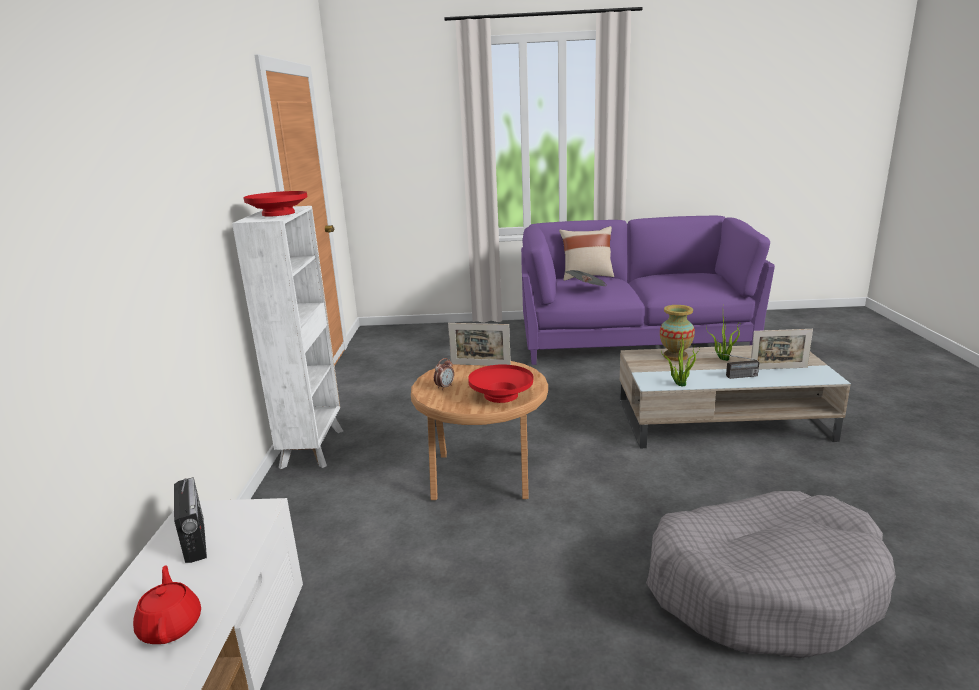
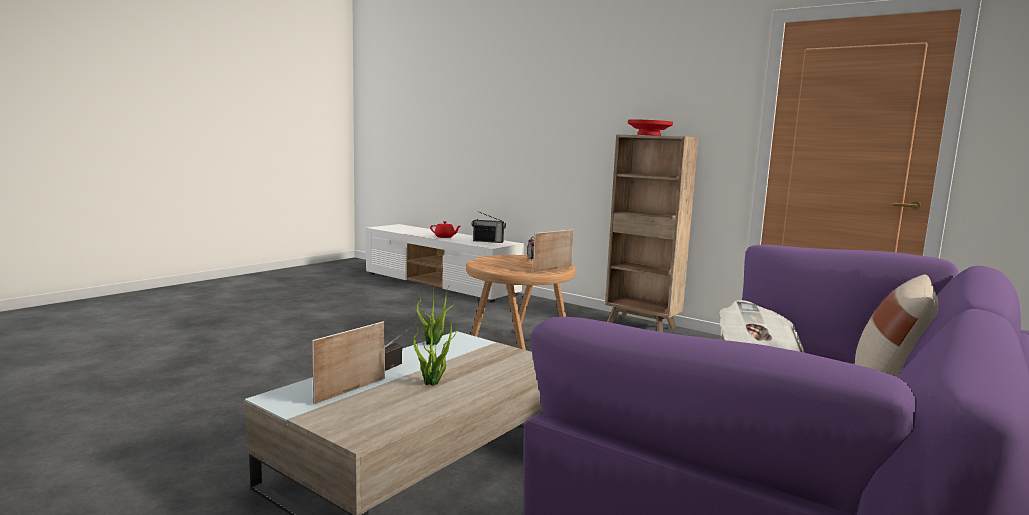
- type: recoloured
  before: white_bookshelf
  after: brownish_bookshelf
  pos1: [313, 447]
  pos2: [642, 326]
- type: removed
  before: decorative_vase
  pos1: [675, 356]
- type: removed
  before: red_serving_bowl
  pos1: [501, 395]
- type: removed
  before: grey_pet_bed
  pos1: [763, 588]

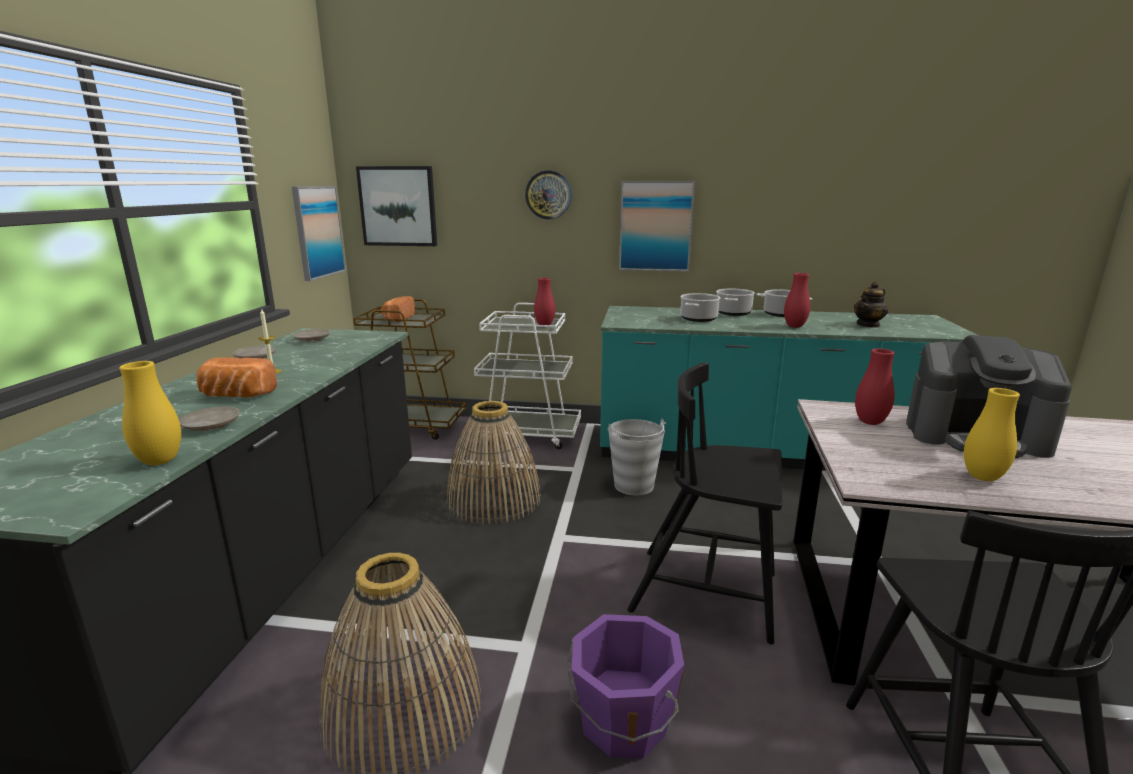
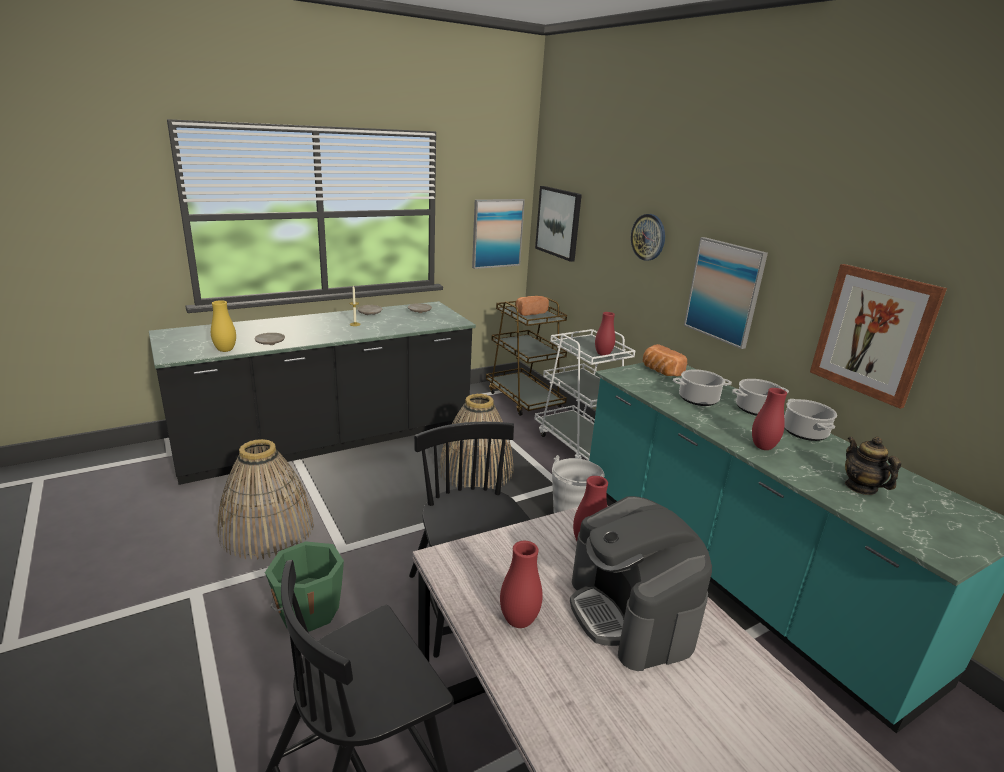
- type: turned
  before: pot_for_tea
  pos1: [868, 325]
  pos2: [861, 487]
  turn: 60
- type: moved
  before: bakery_bread
  pos1: [236, 396]
  pos2: [660, 371]
- type: recoloured
  before: yellow_decorative_vase
  after: red_decorative_vase
  pos1: [982, 477]
  pos2: [519, 621]
- type: recoloured
  before: purple-coloured_pail
  after: green_pail
  pos1: [622, 723]
  pos2: [308, 610]
- type: added
  after: wall_picture
  pos2: [873, 334]

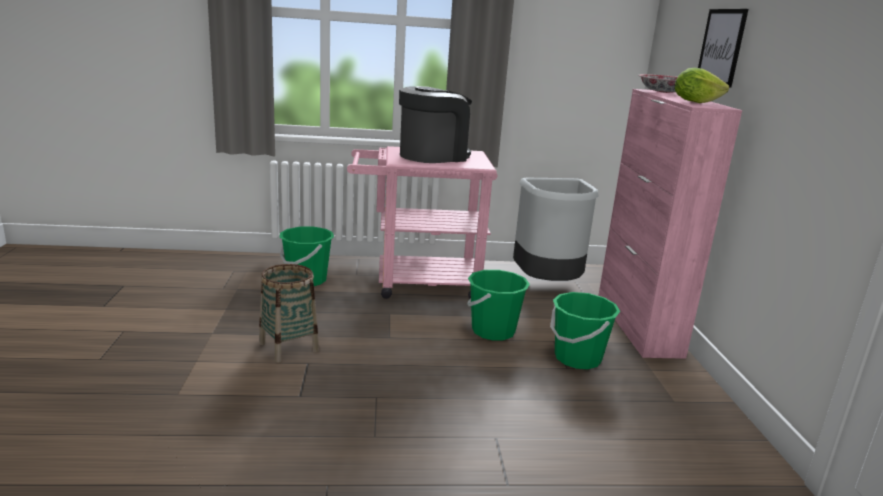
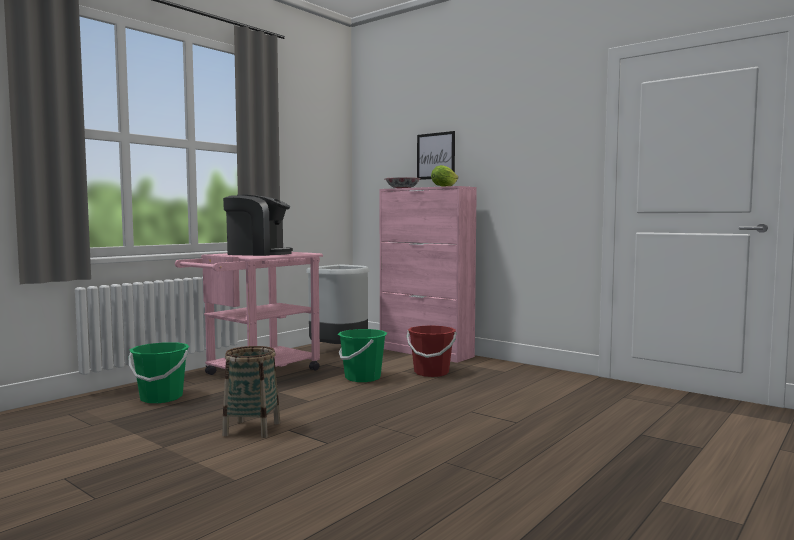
- type: turned
  before: coffee_maker
  pos1: [433, 156]
  pos2: [258, 253]
  turn: 90
- type: recoloured
  before: green_pail
  after: red_pail
  pos1: [577, 358]
  pos2: [431, 372]

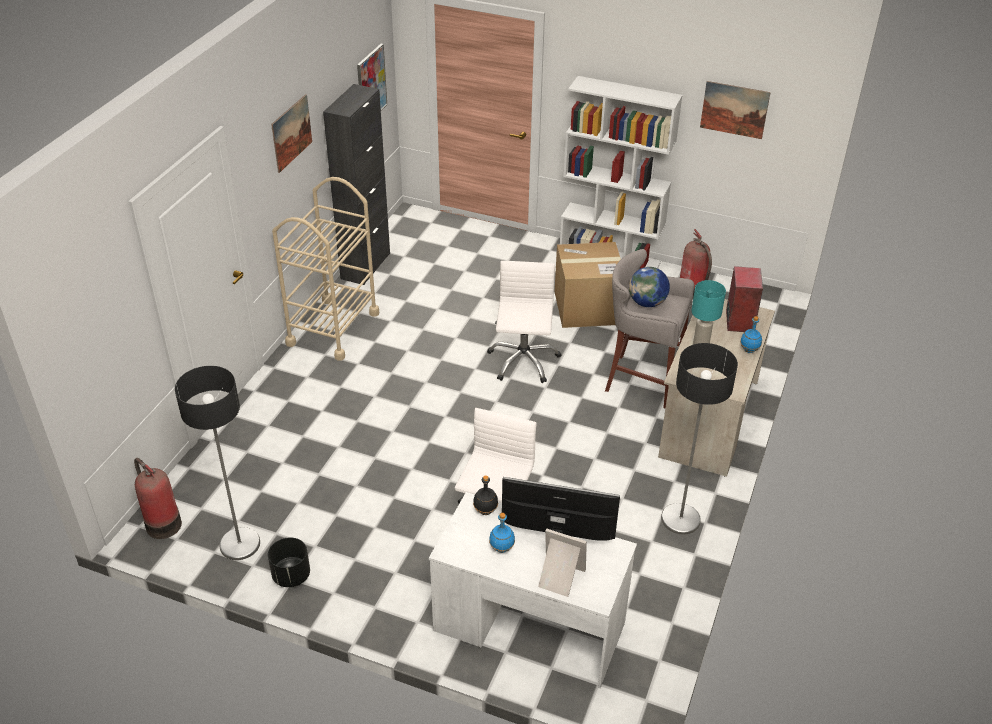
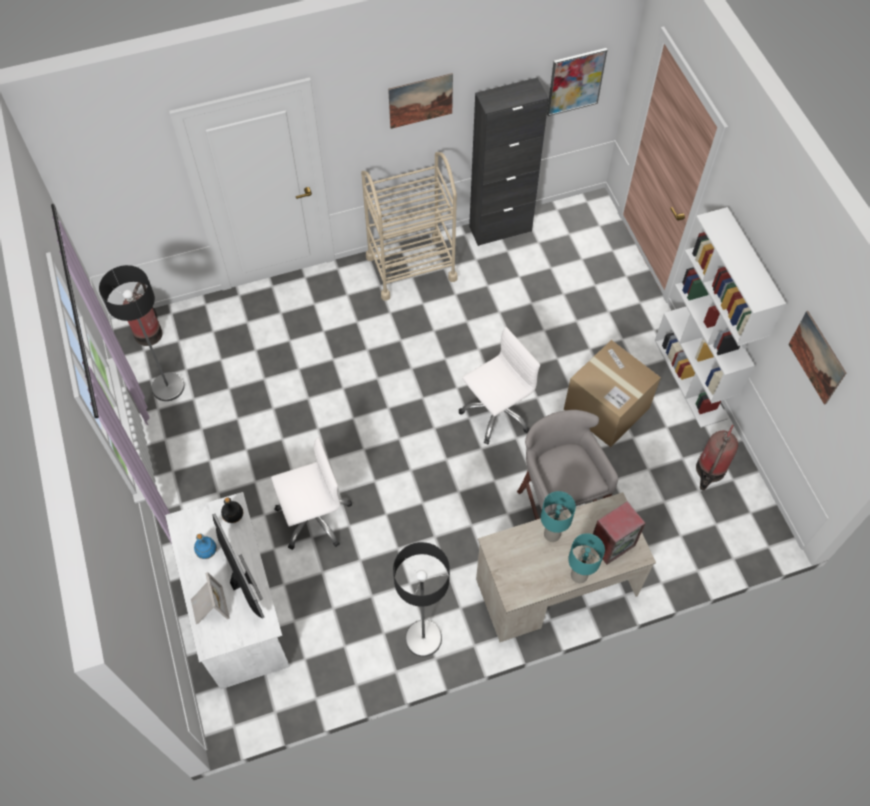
- type: removed
  before: world_globe
  pos1: [647, 303]
- type: replaced
  before: blue-coloured_beverage_bottle
  after: turquoise_lamp_for_a_table
  pos1: [749, 350]
  pos2: [578, 575]
- type: removed
  before: black_plant_pot
  pos1: [291, 575]

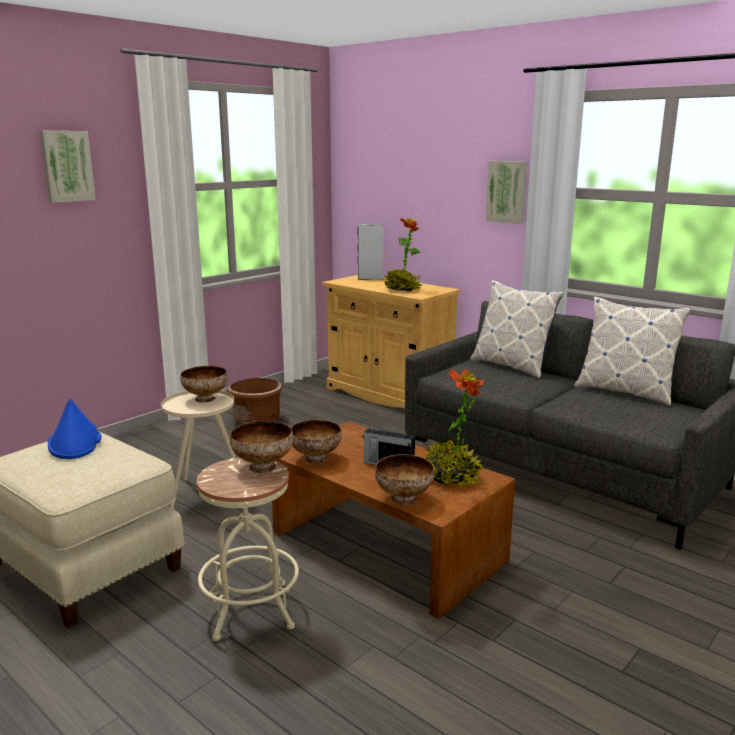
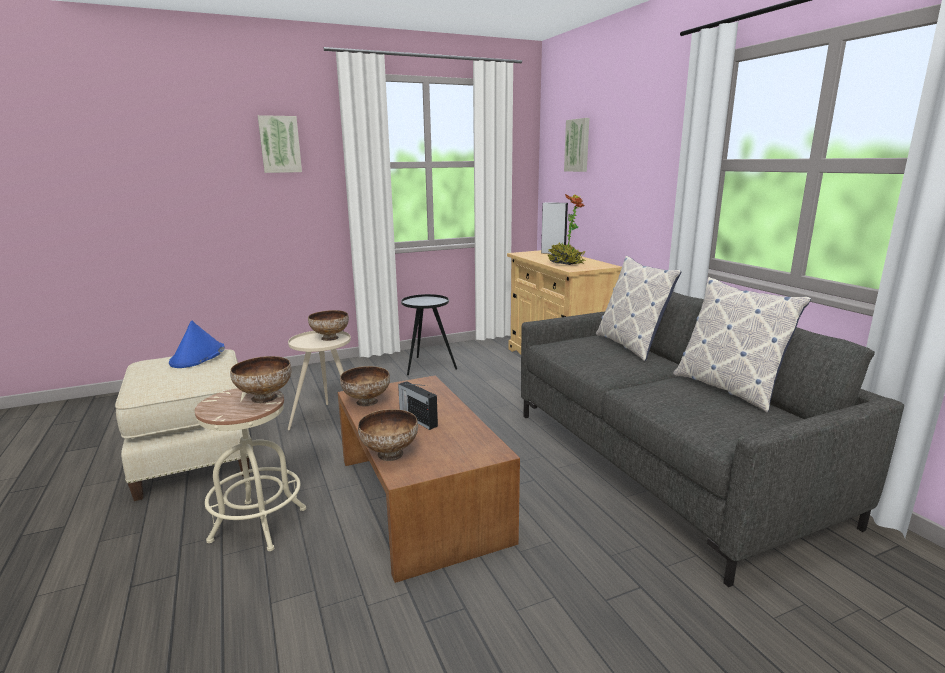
- type: moved
  before: wall_picture
  pos1: [507, 191]
  pos2: [578, 145]
- type: removed
  before: plant_in_a_pot
  pos1: [451, 477]
- type: replaced
  before: brownish_plant_pot
  after: black_end_table
  pos1: [256, 419]
  pos2: [427, 366]

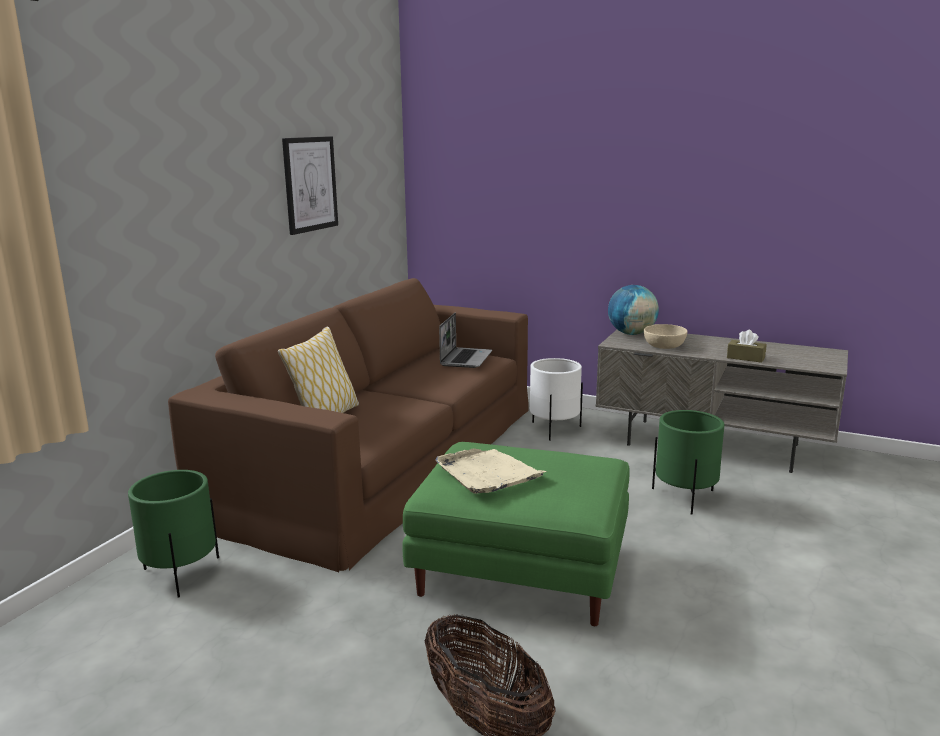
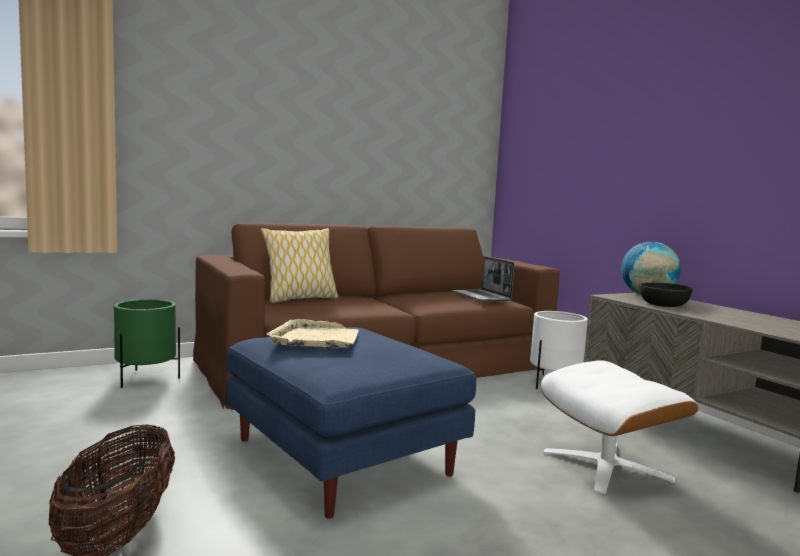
- type: removed
  before: wall_picture
  pos1: [310, 184]
- type: turned
  before: laptop
  pos1: [465, 359]
  pos2: [482, 297]
  turn: 105
- type: recoloured
  before: sand-coloured_serving_bowl
  after: black_serving_bowl
  pos1: [664, 346]
  pos2: [663, 305]
- type: removed
  before: brownish_tissue_box
  pos1: [745, 358]
- type: replaced
  before: green_plant_pot
  after: white_footrest
  pos1: [685, 497]
  pos2: [607, 466]
- type: recoloured
  before: green_footrest
  after: blue-coloured_footrest
  pos1: [523, 571]
  pos2: [345, 457]

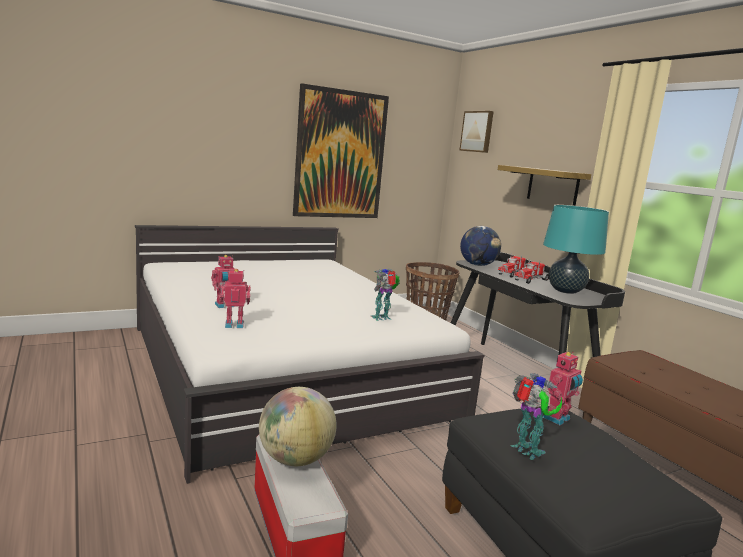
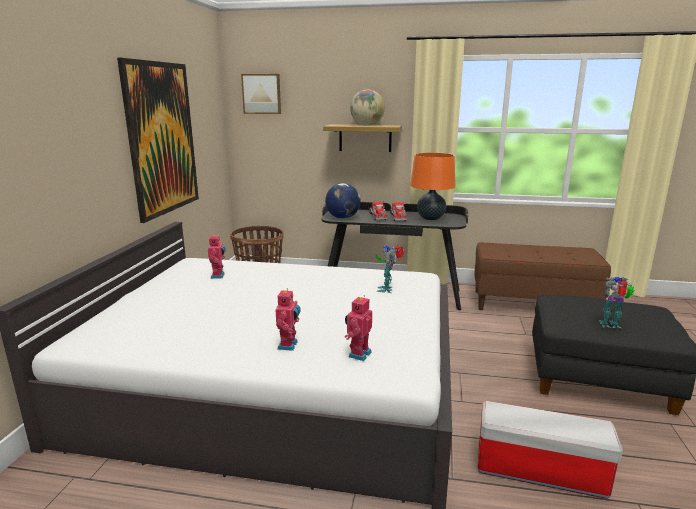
- type: recoloured
  before: turquoise_lamp_for_a_table
  after: orange_lamp_for_a_table
  pos1: [565, 291]
  pos2: [430, 218]
- type: moved
  before: toy_robot
  pos1: [558, 419]
  pos2: [218, 276]
- type: moved
  before: world_globe
  pos1: [295, 459]
  pos2: [366, 125]

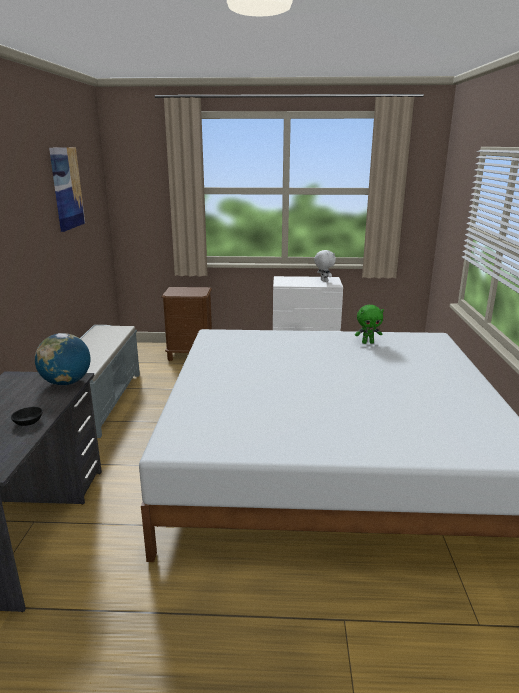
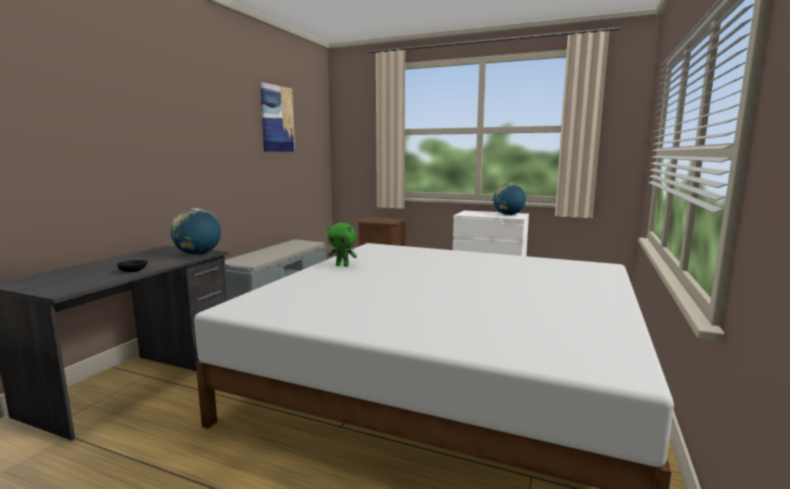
- type: replaced
  before: white_cuddly_toy
  after: world_globe
  pos1: [323, 281]
  pos2: [508, 215]
- type: moved
  before: green_cuddly_toy
  pos1: [368, 342]
  pos2: [342, 265]

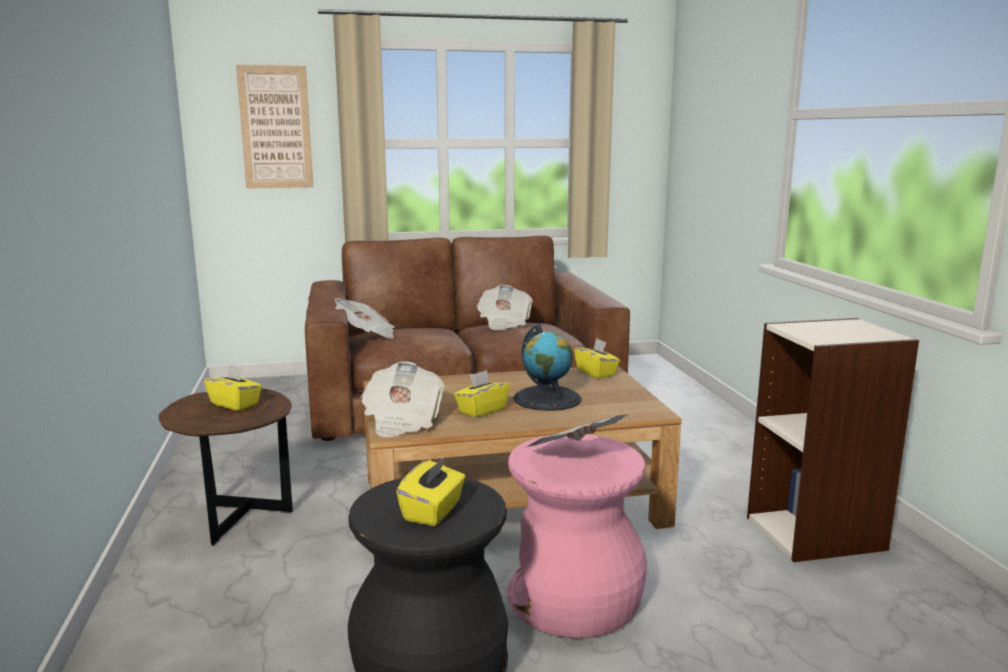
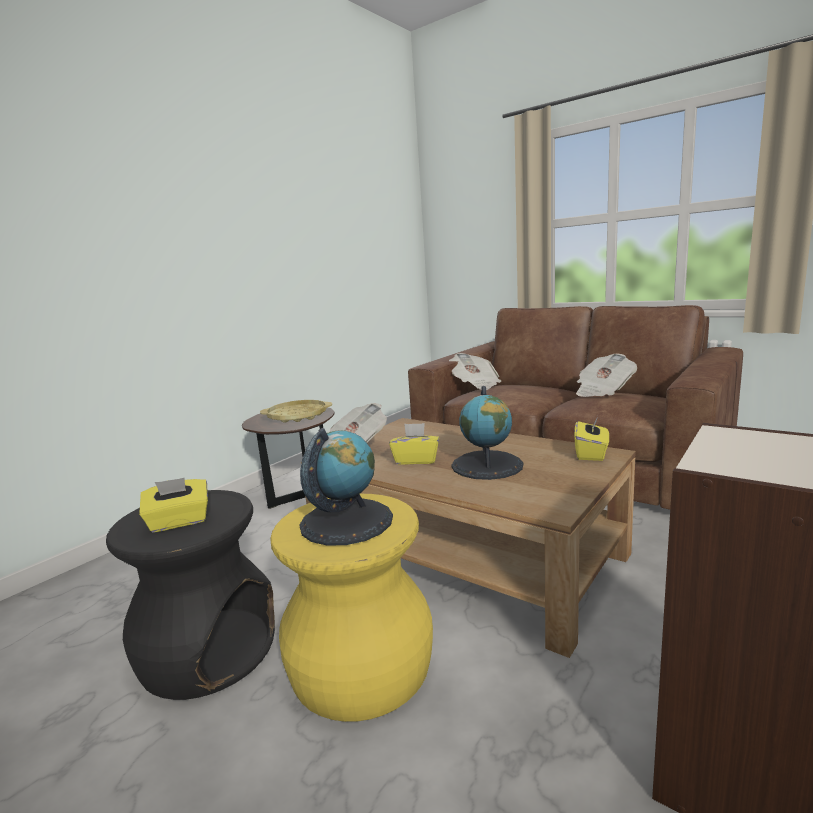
- type: removed
  before: wall_picture
  pos1: [275, 127]
- type: replaced
  before: yellow_tissue_box
  after: yellow_serving_tray
  pos1: [235, 404]
  pos2: [297, 416]
- type: replaced
  before: newspaper
  after: world_globe
  pos1: [574, 457]
  pos2: [346, 521]
- type: recoloured
  before: pink_sitting_stool
  after: yellow_sitting_stool
  pos1: [575, 600]
  pos2: [362, 669]

